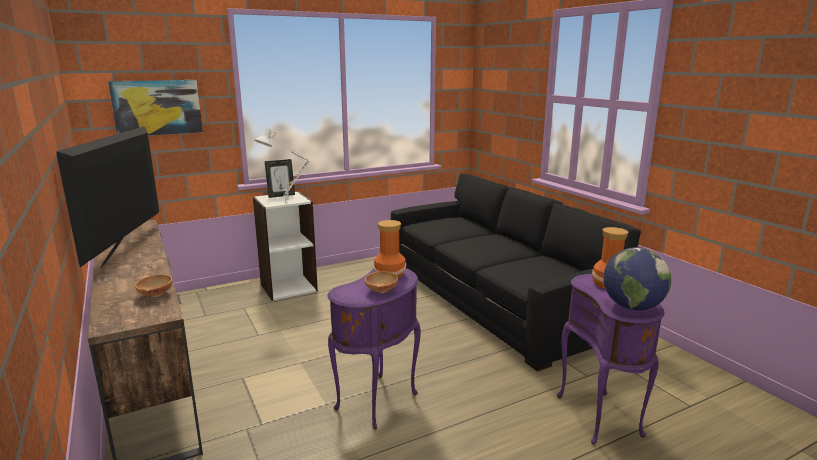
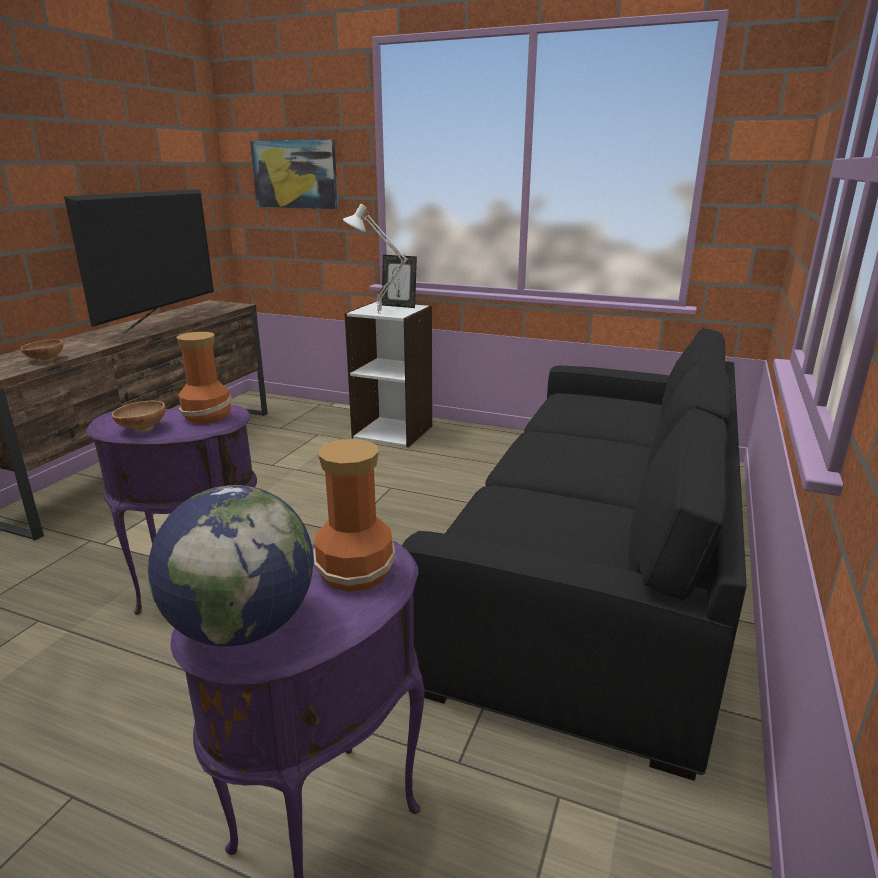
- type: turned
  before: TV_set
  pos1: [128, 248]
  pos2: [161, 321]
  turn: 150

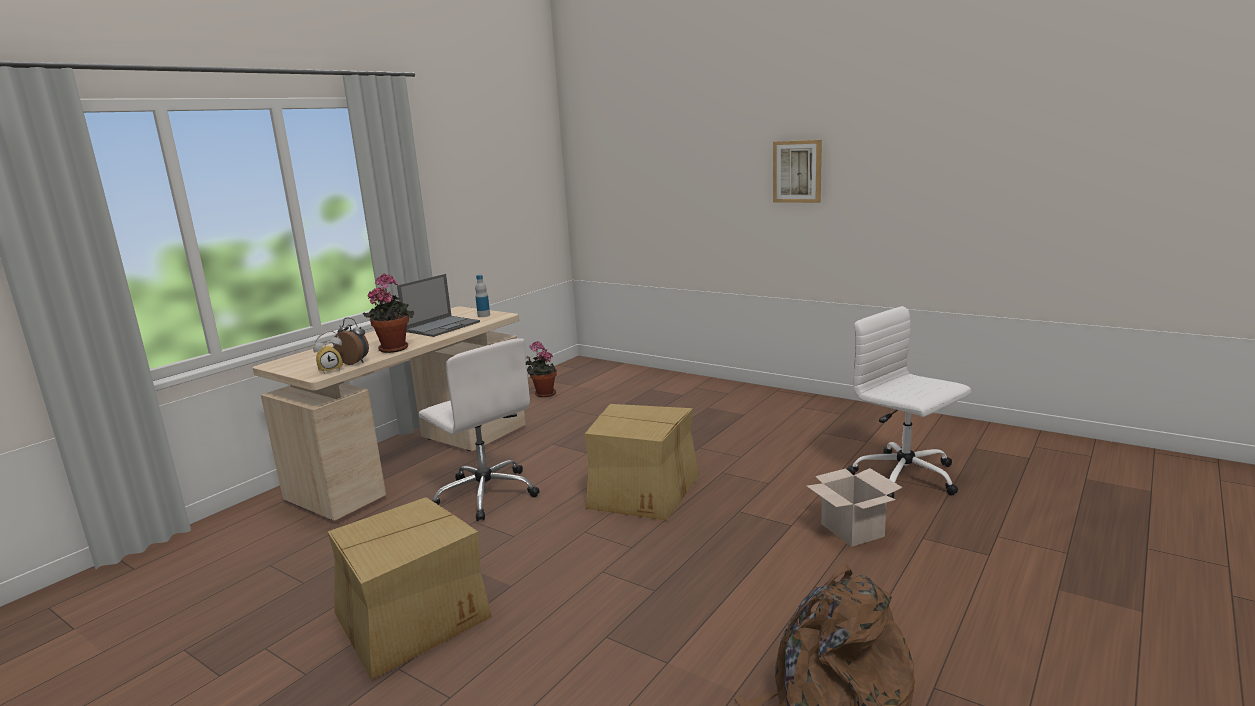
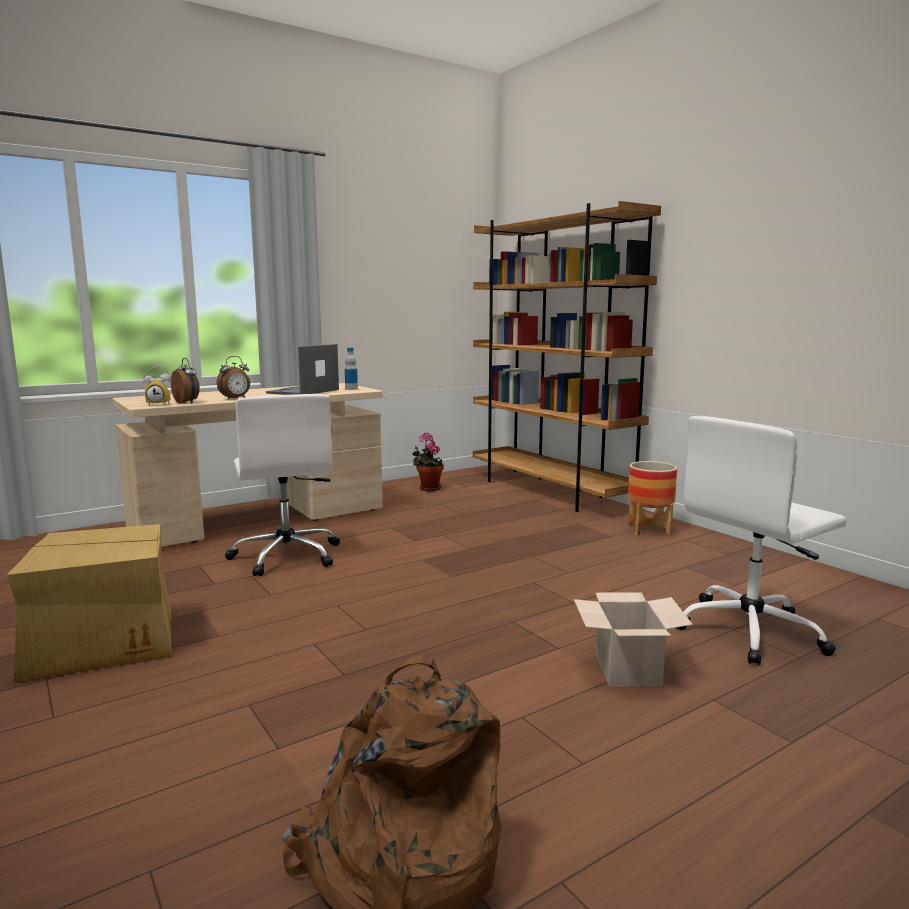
- type: removed
  before: wall_picture
  pos1: [797, 171]
- type: replaced
  before: plant_in_a_pot
  after: table_clock
  pos1: [394, 348]
  pos2: [236, 398]
- type: turned
  before: laptop
  pos1: [442, 326]
  pos2: [303, 391]
  turn: 150
- type: turned
  before: white_desk_chair
  pos1: [906, 478]
  pos2: [751, 631]
  turn: -105
- type: removed
  before: cardboard_box
  pos1: [642, 491]
- type: added
  after: brownish_bookshelf
  pos2: [550, 491]
- type: added
  after: plant_pot
  pos2: [649, 530]

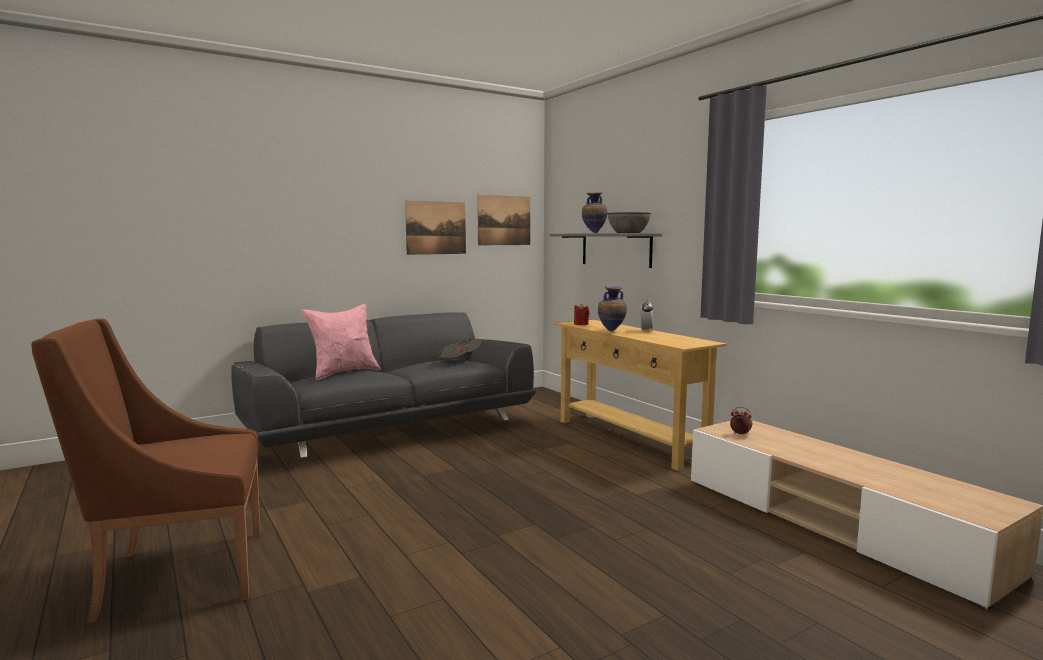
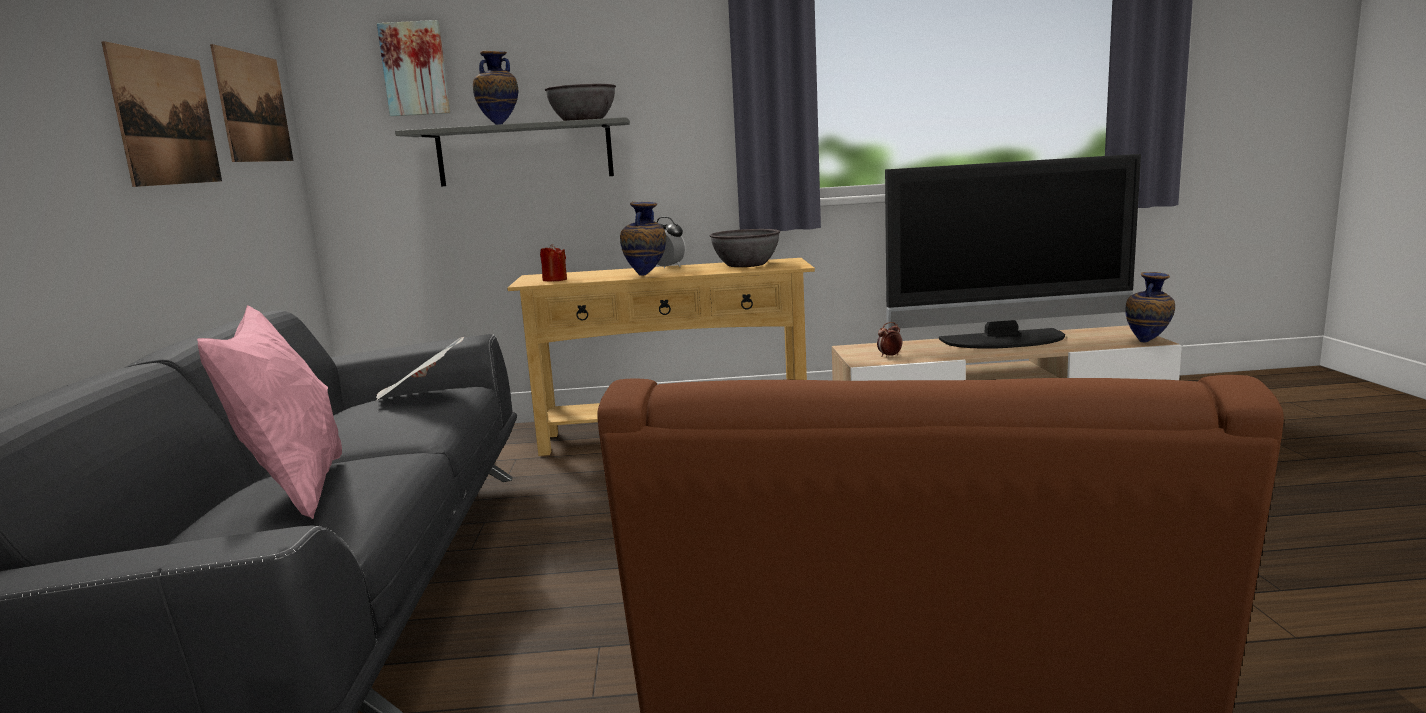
- type: added
  after: wall_picture
  pos2: [415, 69]
- type: added
  after: TV_set
  pos2: [1006, 340]
- type: added
  after: grey_serving_bowl
  pos2: [746, 264]
- type: added
  after: decorative_vase
  pos2: [1148, 343]

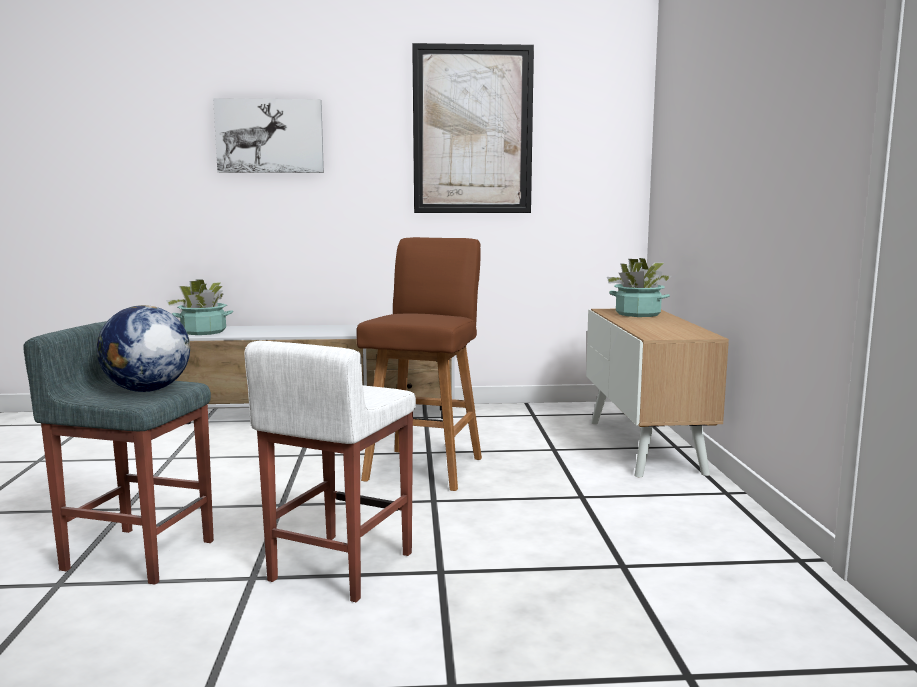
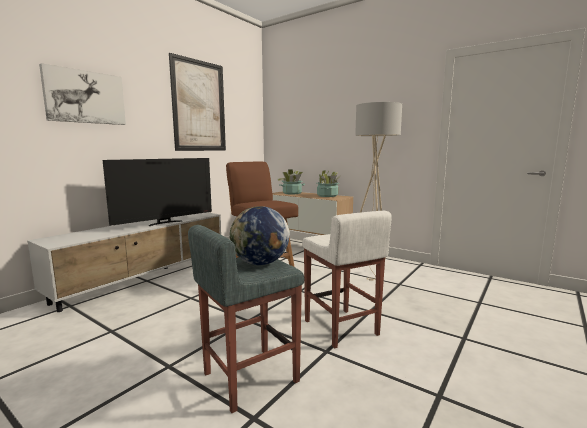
- type: moved
  before: plant_in_a_pot
  pos1: [203, 332]
  pos2: [327, 195]
- type: added
  after: sand-coloured_floor_lamp
  pos2: [371, 266]
- type: added
  after: TV_set
  pos2: [165, 223]

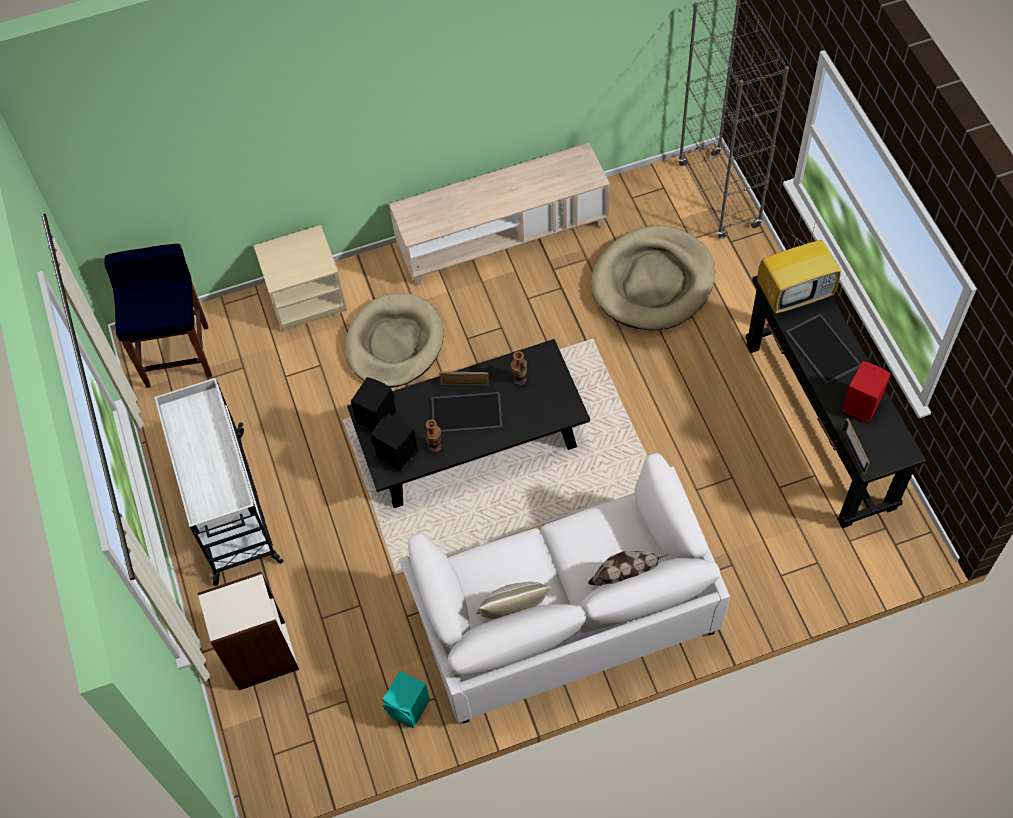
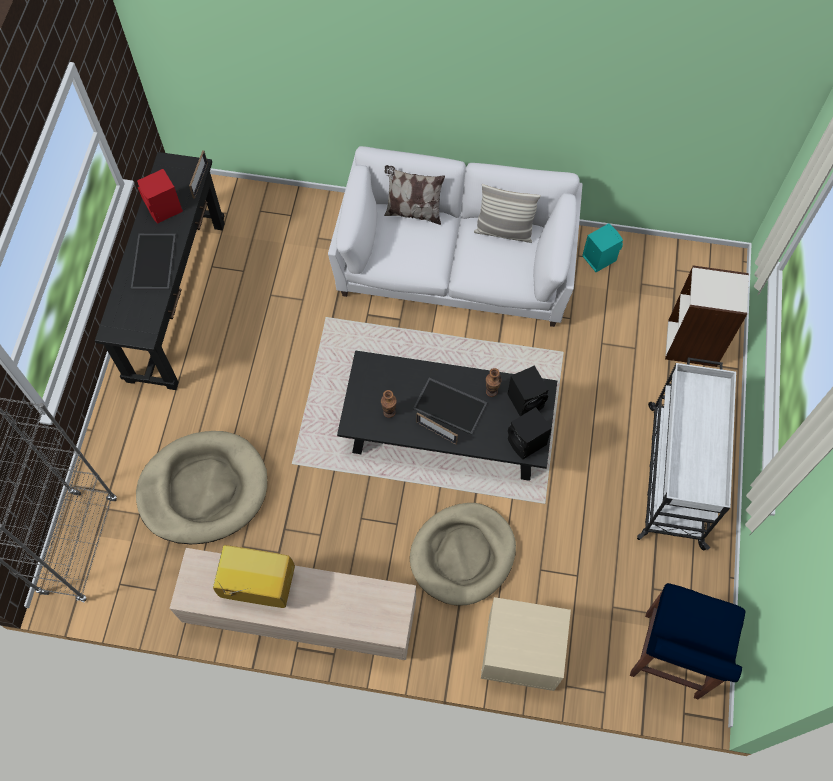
- type: moved
  before: TV_set
  pos1: [795, 293]
  pos2: [257, 586]

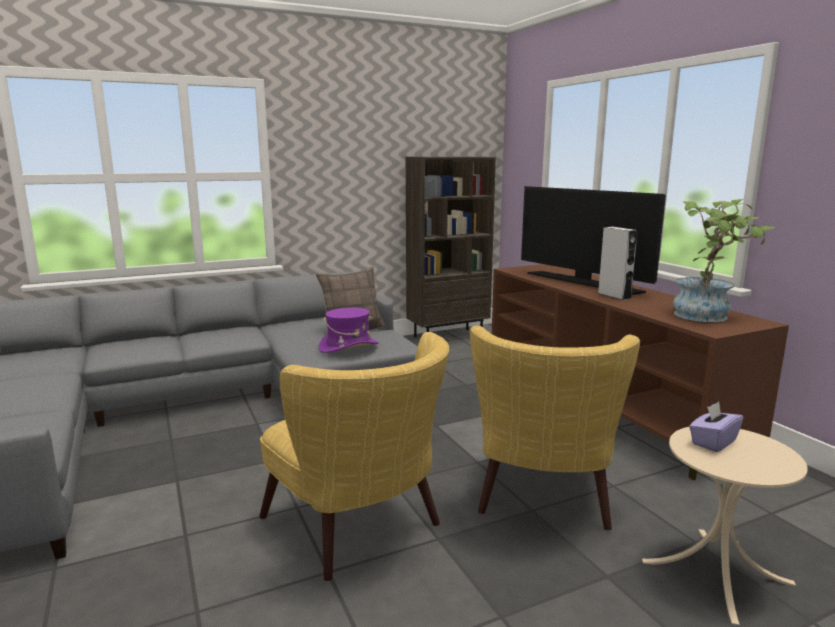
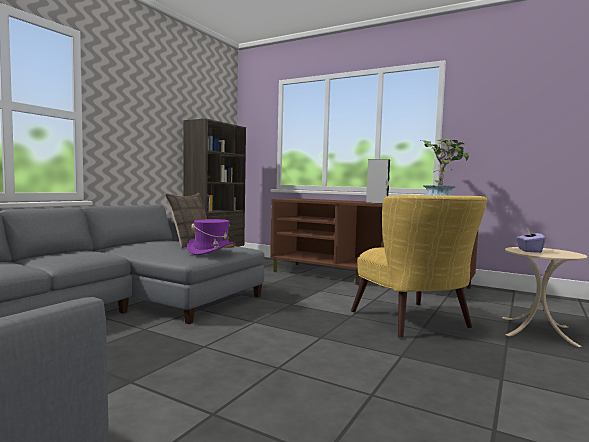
- type: removed
  before: TV_set
  pos1: [583, 283]
- type: removed
  before: yellow_lounge_chair
  pos1: [360, 530]

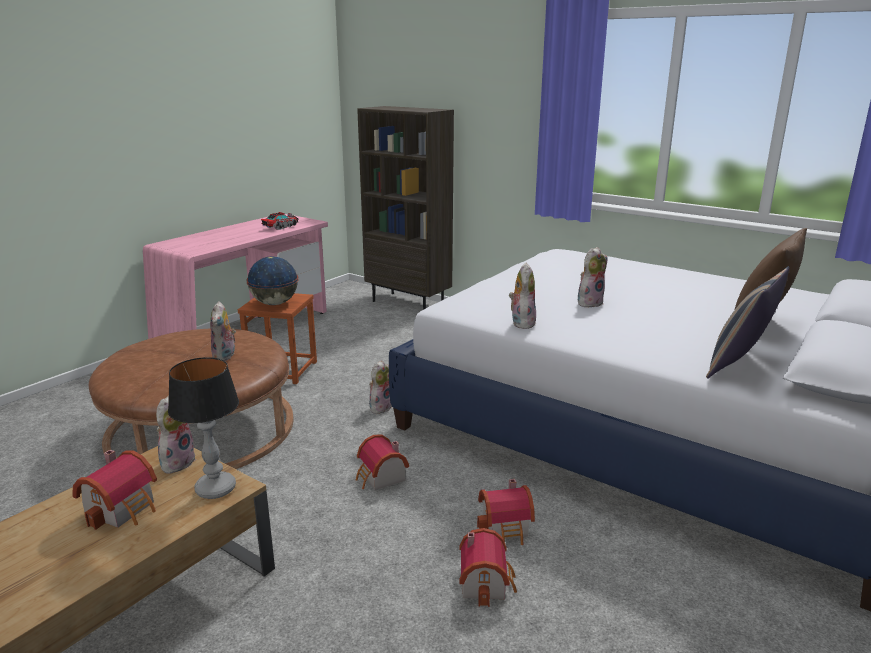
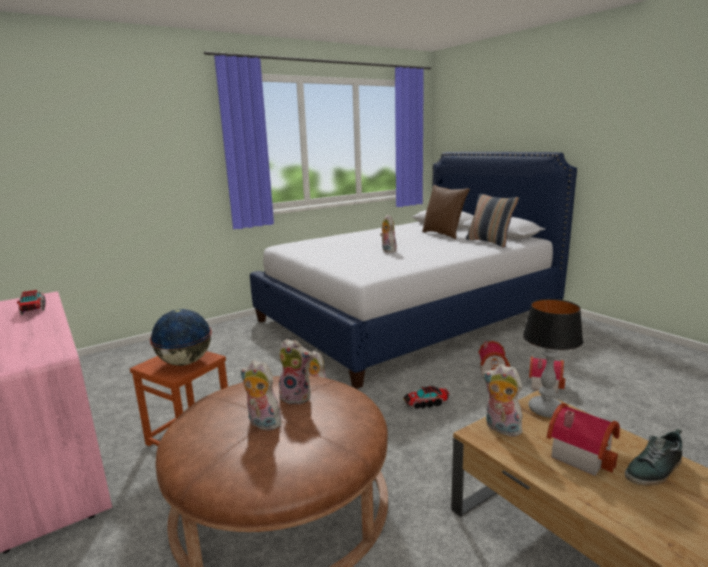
- type: removed
  before: brownish_bookshelf
  pos1: [409, 303]
- type: moved
  before: cuddly_toy
  pos1: [521, 323]
  pos2: [262, 424]
- type: replaced
  before: miniature_house
  after: toy_truck
  pos1: [381, 478]
  pos2: [425, 403]
- type: added
  after: shoe
  pos2: [654, 469]

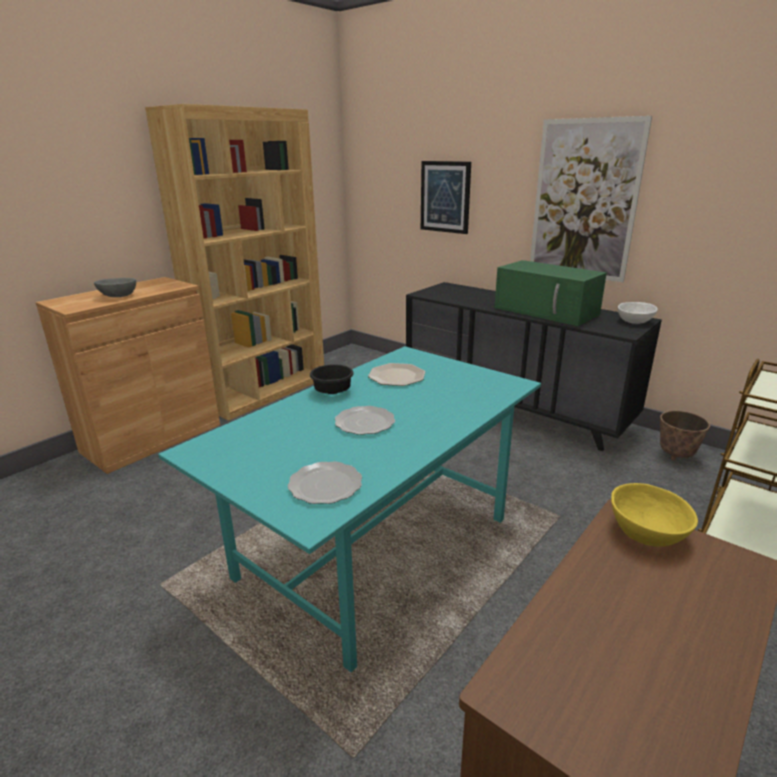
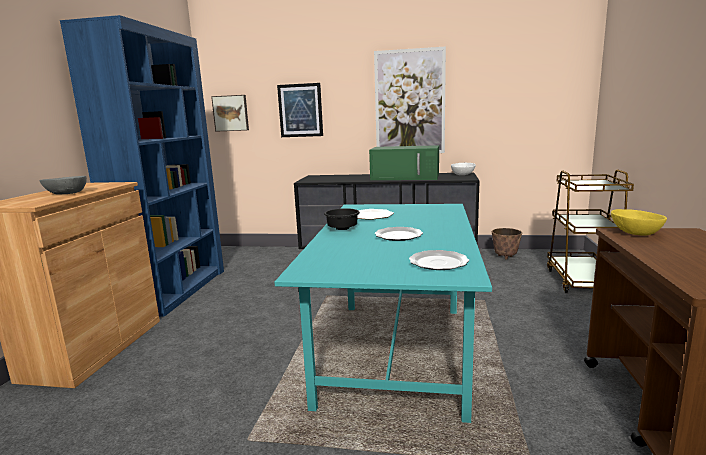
- type: recoloured
  before: brownish_bookshelf
  after: blue-coloured_bookshelf
  pos1: [264, 391]
  pos2: [176, 290]
- type: added
  after: wall_picture
  pos2: [231, 113]

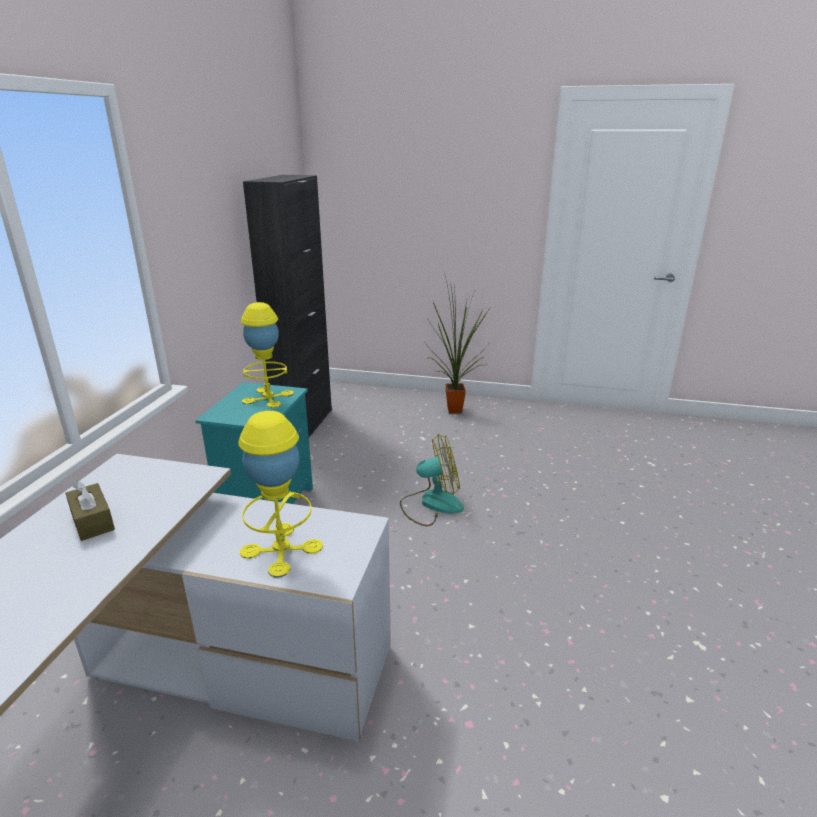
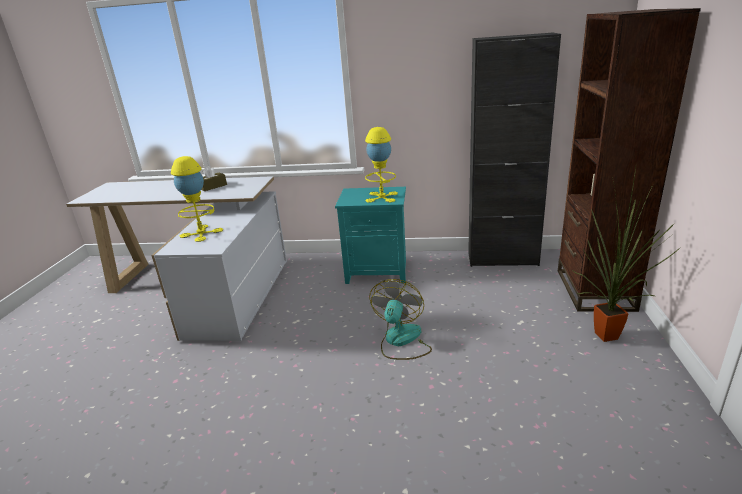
- type: turned
  before: electric_fan
  pos1: [431, 504]
  pos2: [401, 341]
  turn: -150
- type: added
  after: brownish_bookshelf
  pos2: [594, 290]

